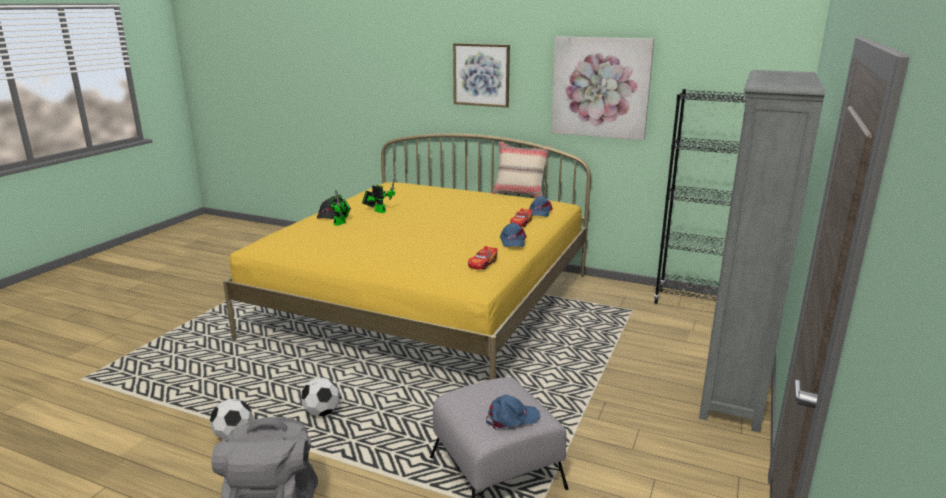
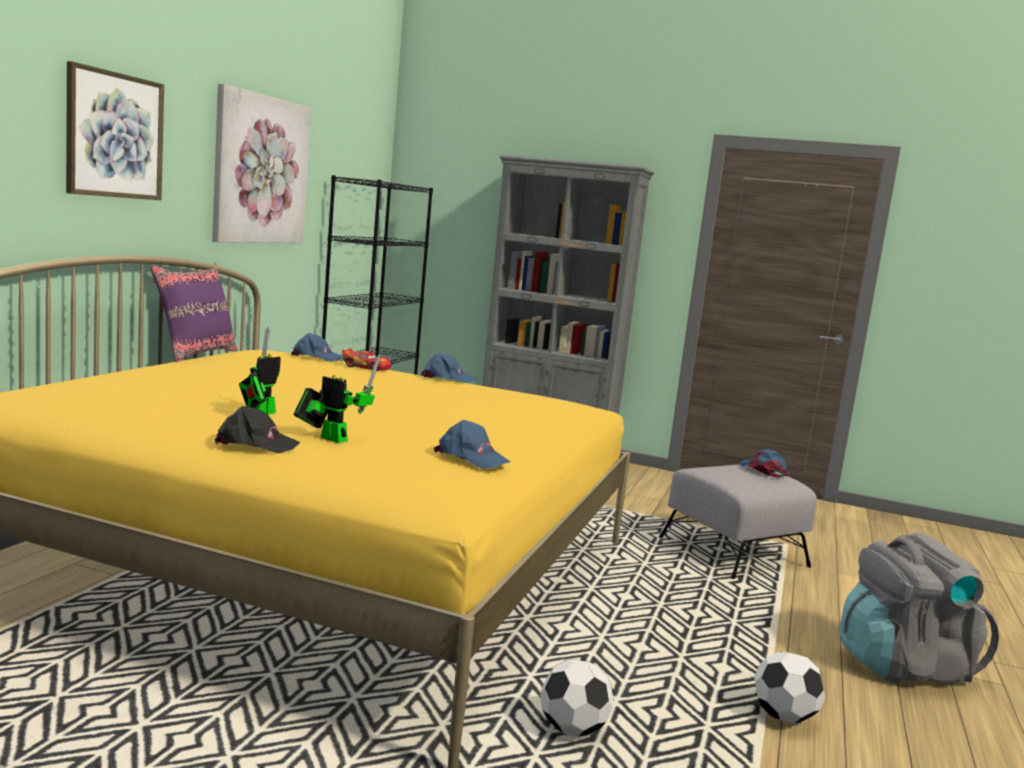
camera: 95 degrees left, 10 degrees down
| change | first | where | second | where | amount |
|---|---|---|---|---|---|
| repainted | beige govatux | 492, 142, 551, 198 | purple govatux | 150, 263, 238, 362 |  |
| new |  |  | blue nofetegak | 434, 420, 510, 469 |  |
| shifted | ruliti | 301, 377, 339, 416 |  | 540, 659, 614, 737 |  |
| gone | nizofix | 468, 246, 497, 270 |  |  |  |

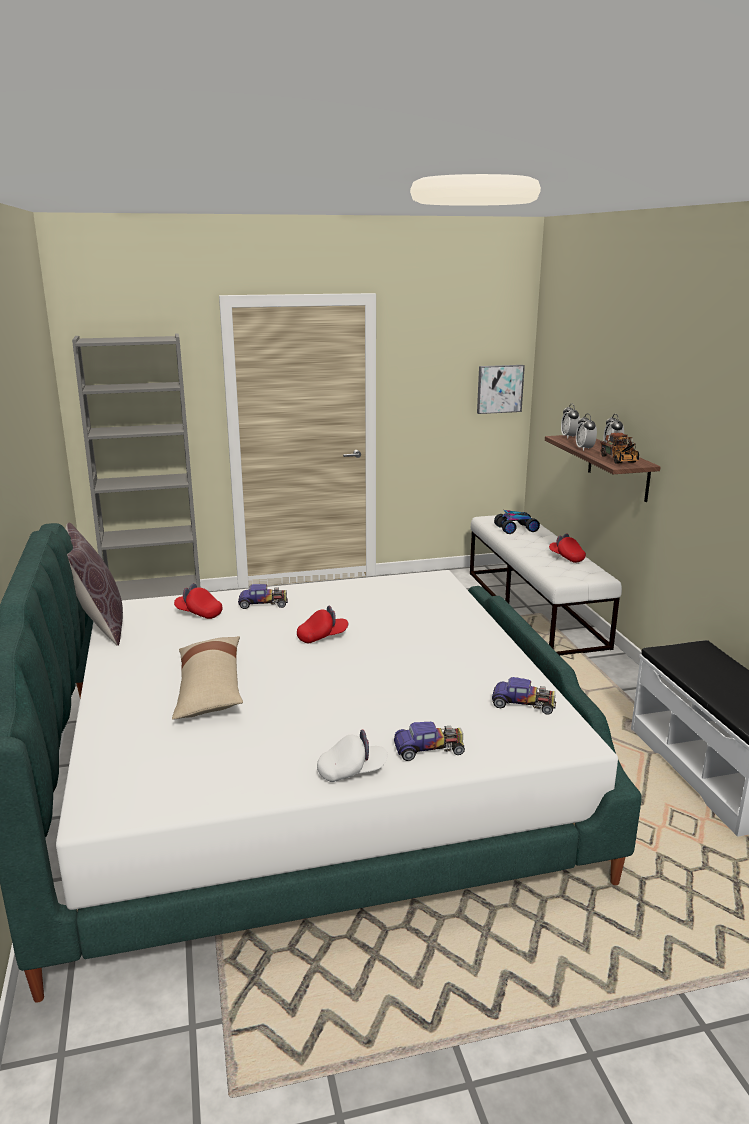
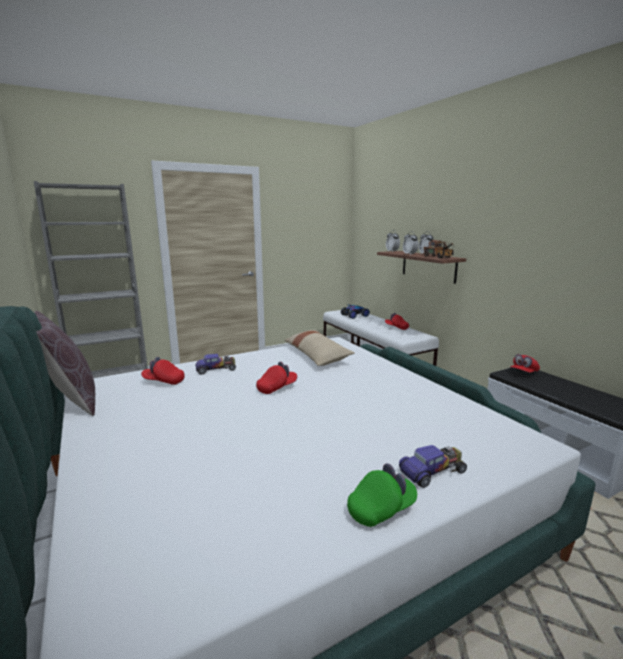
camera: 15 degrees left, 5 degrees down
| change | first | where | second | where | amount |
|---|---|---|---|---|---|
| shifted | beige govatux | 172, 636, 243, 720 |  | 284, 330, 354, 366 |  |
| repainted | white nofetegak | 317, 730, 387, 782 | green nofetegak | 347, 463, 417, 527 |  |
| new |  |  | red nofetegak | 510, 354, 540, 373 |  |
| gone | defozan | 477, 365, 525, 414 |  |  |  |
| gone | nizofix | 492, 677, 556, 715 |  |  |  |

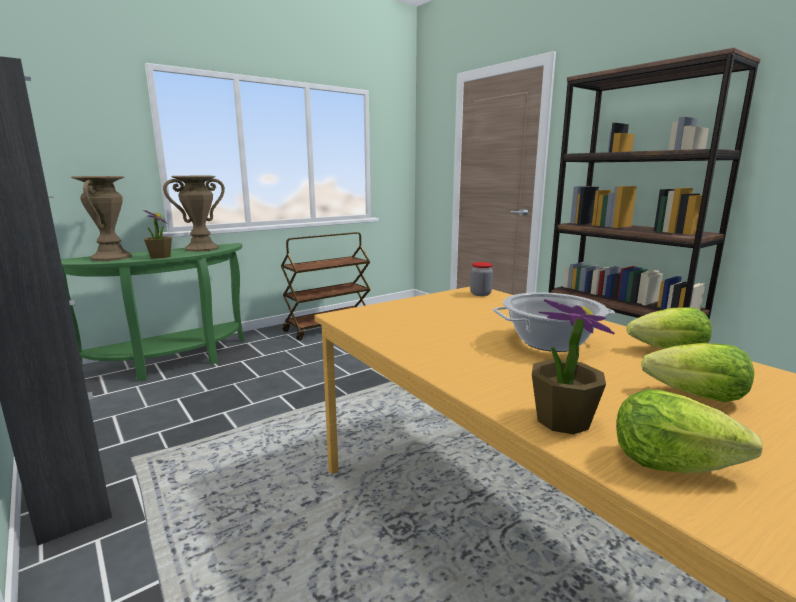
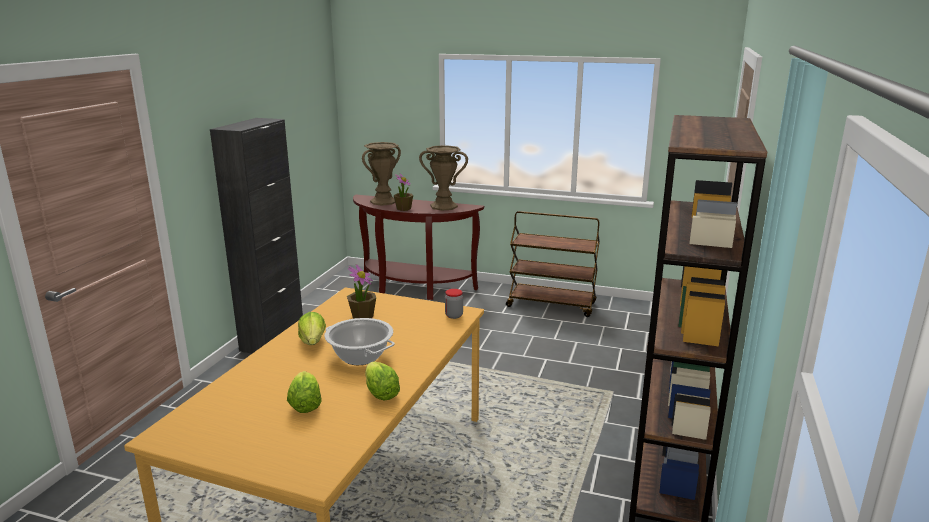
camera: 55 degrees right, 5 degrees up
| change | first | where | second | where | amount |
|---|---|---|---|---|---|
| shifted | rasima | 616, 389, 762, 473 |  | 298, 312, 326, 345 |  |
| shifted | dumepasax | 532, 299, 615, 434 |  | 347, 264, 376, 319 |  |
| repainted | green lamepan | 61, 243, 245, 381 | brown lamepan | 353, 195, 484, 300 |  |

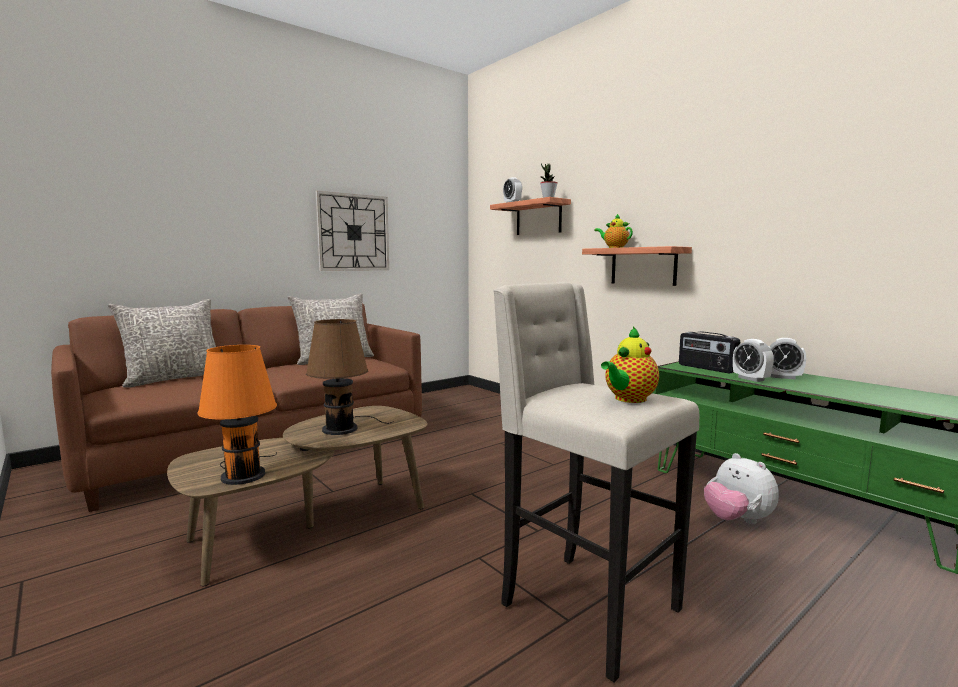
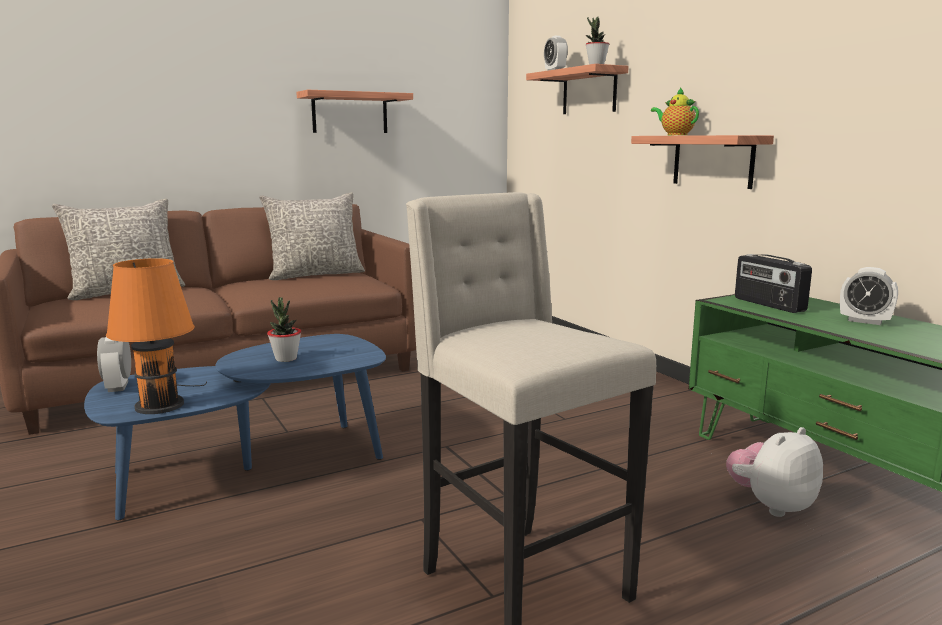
camera: 10 degrees right, 5 degrees up
| change | first | where | second | where | amount |
|---|---|---|---|---|---|
| repainted | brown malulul | 167, 406, 427, 586 | blue malulul | 84, 334, 386, 520 |  |
| shifted | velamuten | 733, 339, 774, 382 |  | 97, 337, 131, 392 |  |
| swapped | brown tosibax | 306, 319, 394, 435 | dumepasax | 267, 297, 301, 362 |  |
| swapped | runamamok | 316, 191, 389, 271 | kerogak | 296, 90, 413, 133 |  |
| rotated | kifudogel | 704, 453, 779, 524 |  | 726, 427, 823, 517 | 75 degrees clockwise |
| gone | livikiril | 601, 326, 659, 403 |  |  |  |

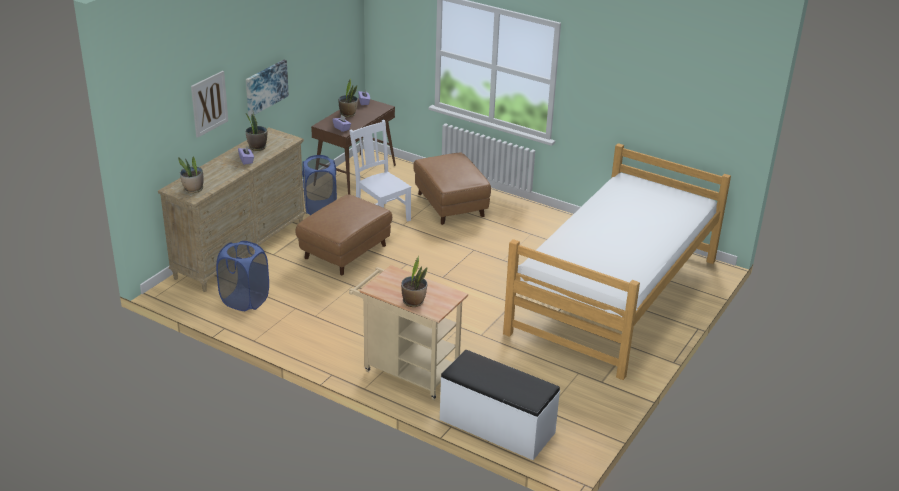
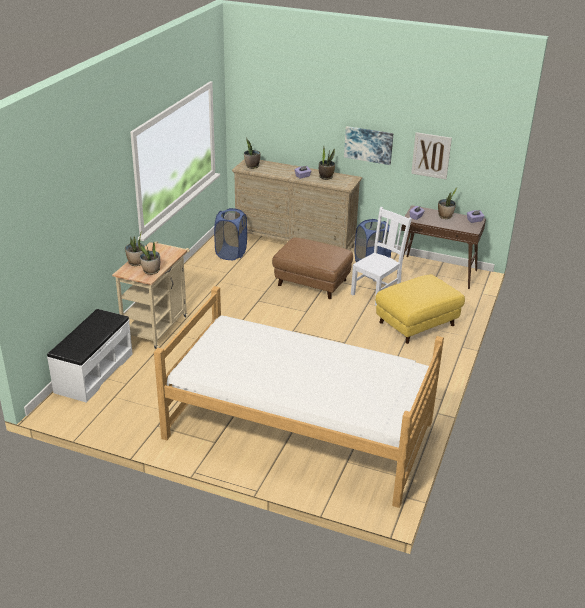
camera: 80 degrees right, 0 degrees up
| change | first | where | second | where | amount |
|---|---|---|---|---|---|
| new |  |  | dumepasax | 140, 241, 160, 275 |  |
| repainted | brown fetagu | 413, 152, 491, 225 | yellow fetagu | 375, 274, 465, 344 |  |
| shifted | defozan | 191, 71, 228, 138 |  | 411, 132, 452, 179 |  |

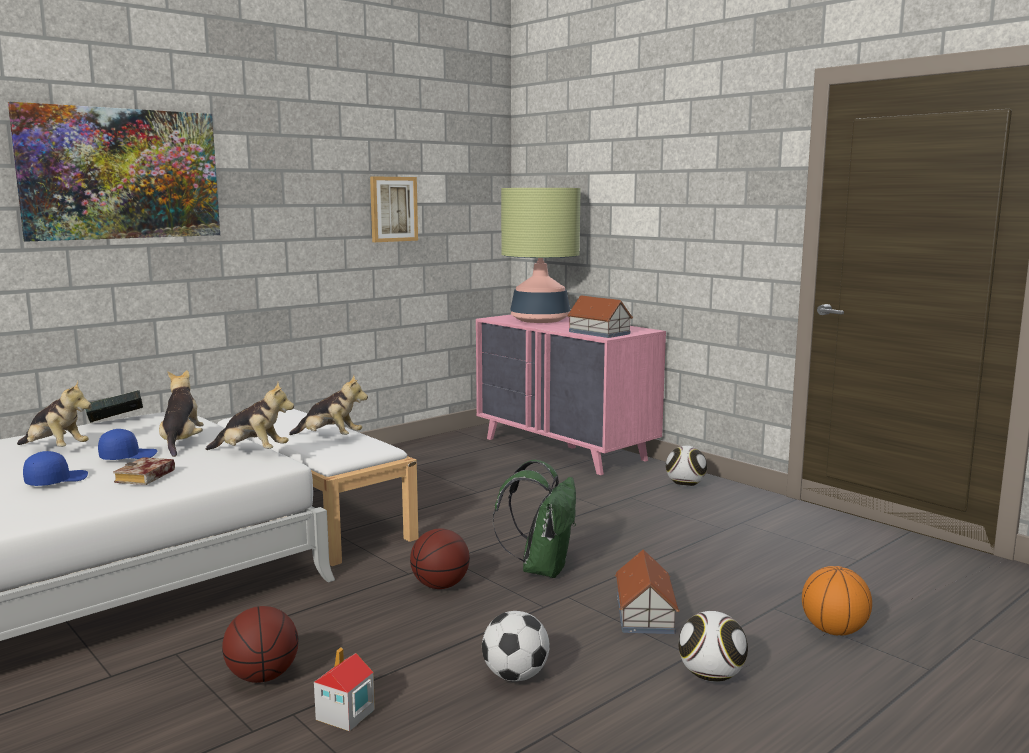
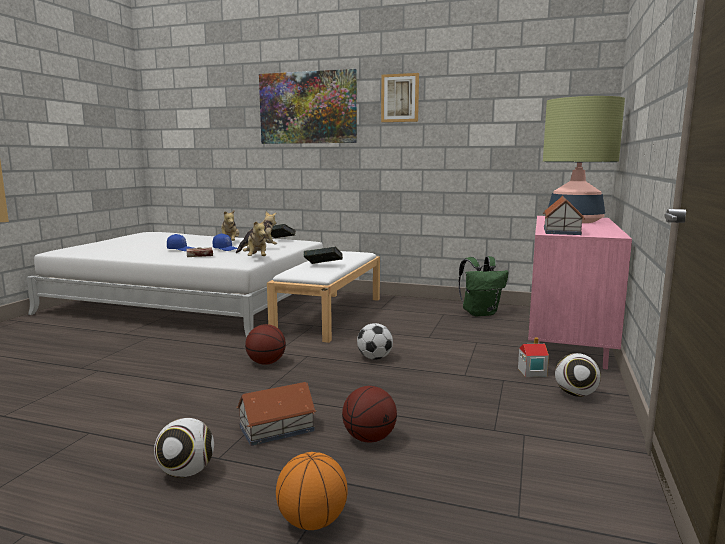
camera: 60 degrees right, 0 degrees up
| change | first | where | second | where | amount |
|---|---|---|---|---|---|
| swapped | kifudogel | 289, 375, 368, 435 | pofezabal | 304, 247, 343, 264 |  |
| shifted | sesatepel | 222, 606, 298, 683 |  | 342, 386, 397, 443 |  |
| shifted | ruliti | 482, 611, 550, 681 |  | 357, 323, 393, 360 |  |
| shifted | defozan | 370, 176, 418, 242 |  | 381, 73, 419, 122 |  |
| shifted | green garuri | 493, 460, 576, 578 |  | 459, 256, 508, 316 |  |
| shifted | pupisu | 314, 648, 375, 731 |  | 518, 337, 549, 377 |  |

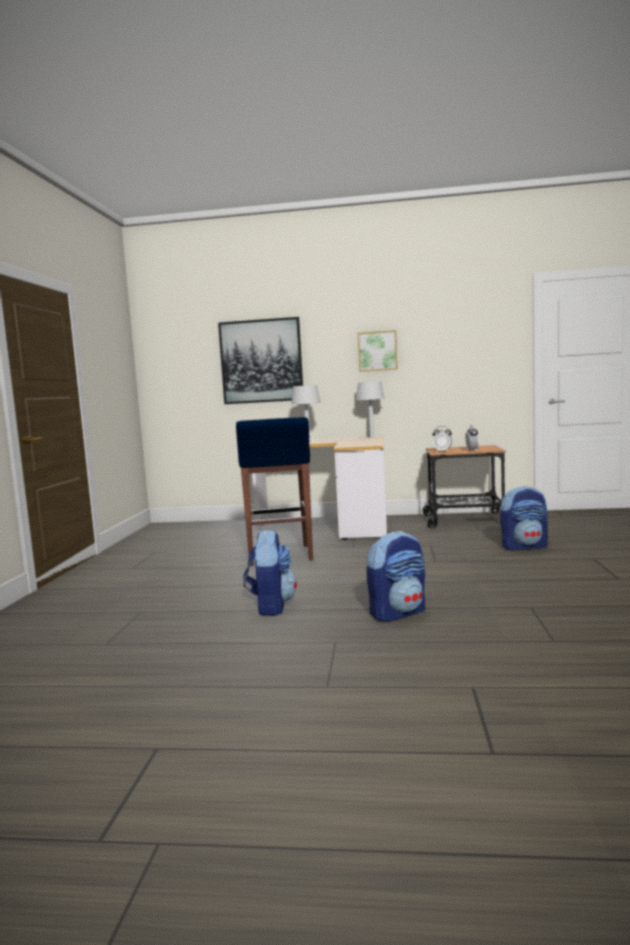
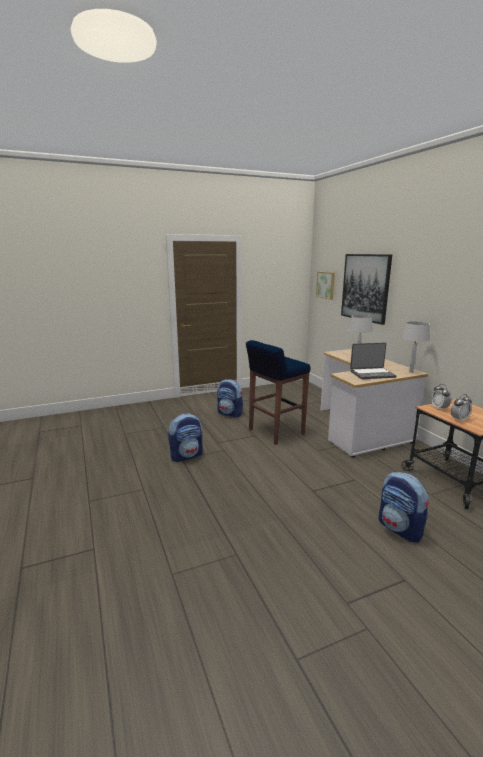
camera: 60 degrees right, 10 degrees up
| change | first | where | second | where | amount |
|---|---|---|---|---|---|
| shifted | garuri | 366, 531, 425, 622 |  | 217, 379, 243, 418 |  |
| shifted | defozan | 358, 330, 398, 372 |  | 316, 272, 335, 300 |  |
| new |  |  | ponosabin | 350, 343, 396, 379 |  |

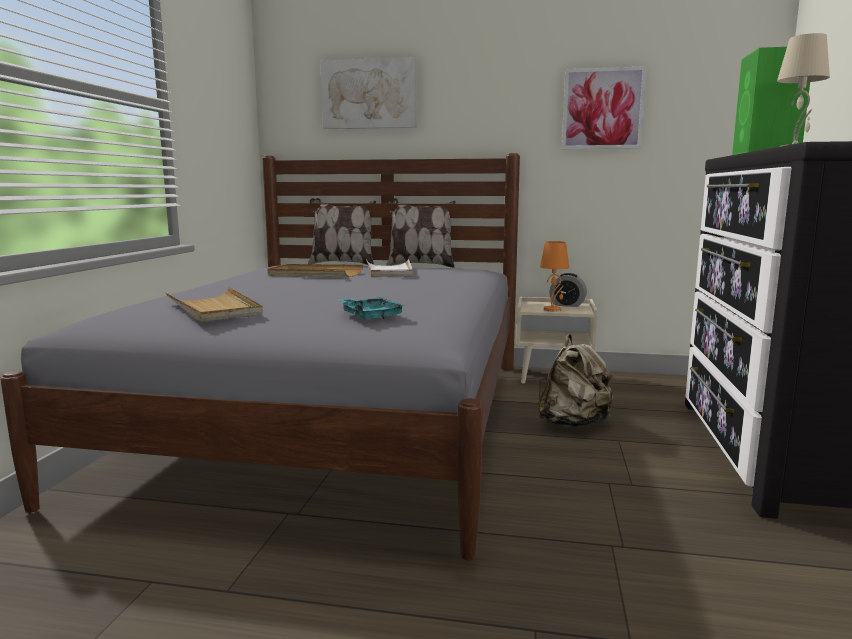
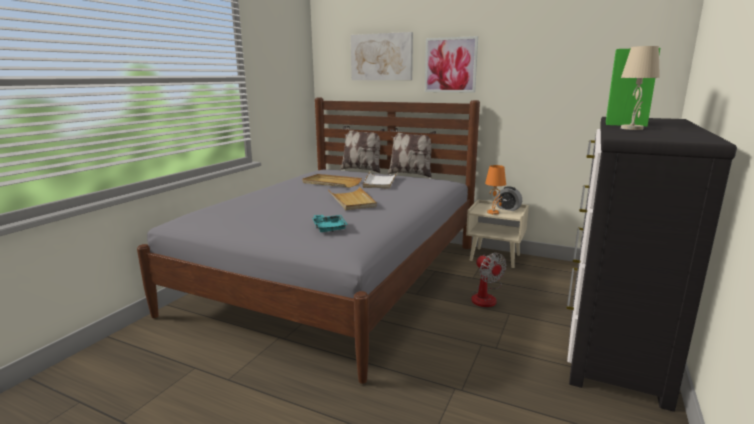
camera: 15 degrees right, 5 degrees up
| change | first | where | second | where | amount |
|---|---|---|---|---|---|
| shifted | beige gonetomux | 166, 287, 263, 322 |  | 328, 187, 377, 210 |  |
| shifted | defozan | 562, 66, 647, 149 |  | 425, 36, 478, 93 |  |
| swapped | beige garuri | 538, 334, 613, 427 | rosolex | 471, 253, 507, 307 |  |

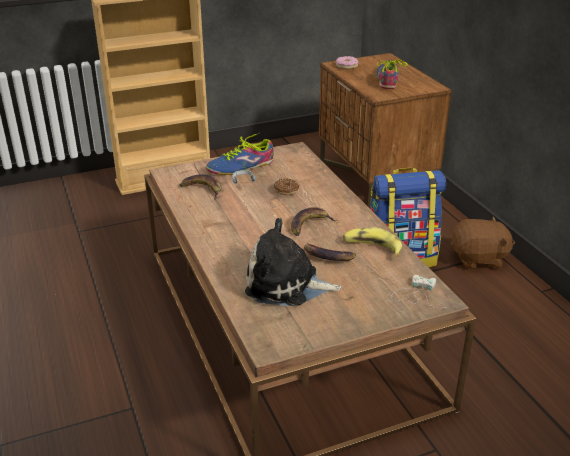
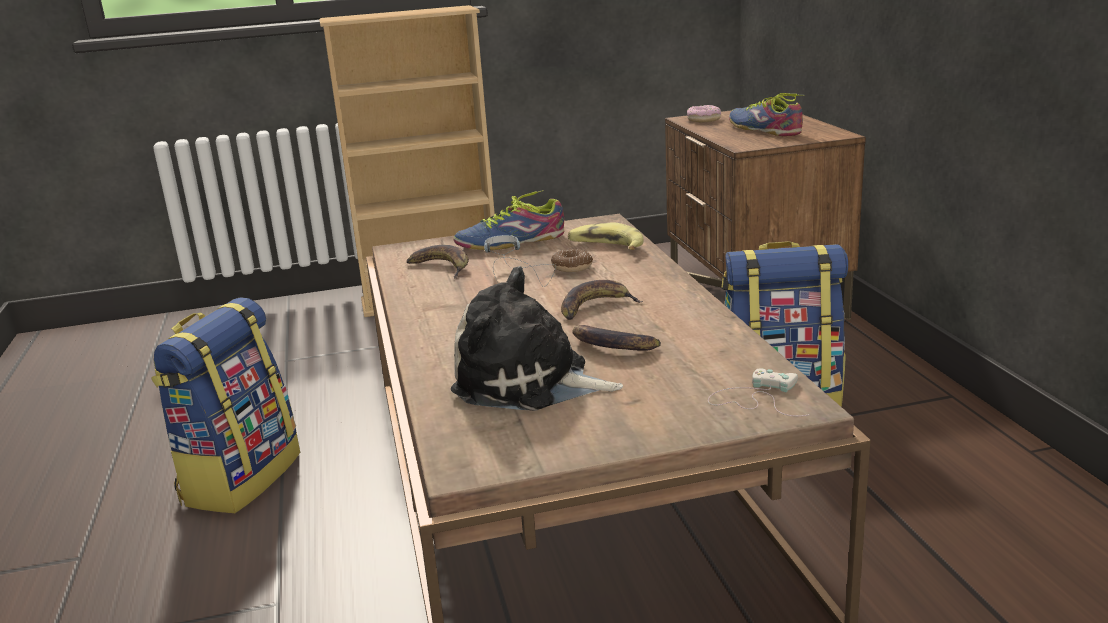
camera: 10 degrees right, 10 degrees down
| change | first | where | second | where | amount |
|---|---|---|---|---|---|
| new |  |  | garuri | 151, 297, 300, 513 |  |
| shifted | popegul | 343, 227, 402, 257 |  | 568, 223, 643, 250 |  |
| rotated | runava | 376, 60, 408, 89 |  | 729, 93, 804, 136 | 45 degrees counterclockwise |
| gone | brown kifudogel | 451, 217, 515, 269 |  |  |  |

